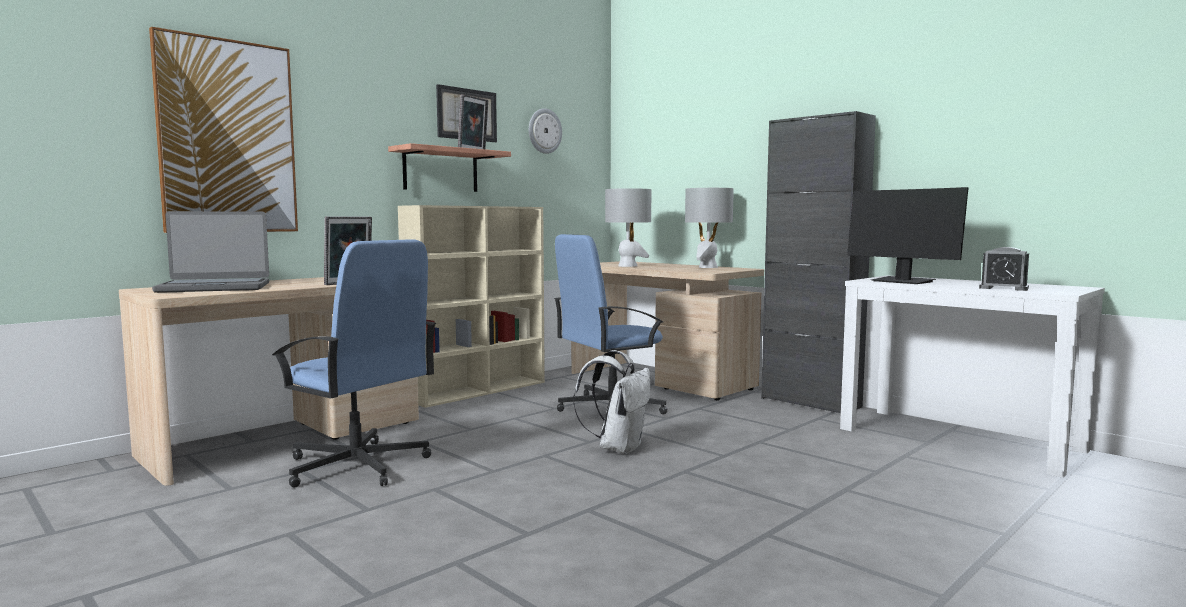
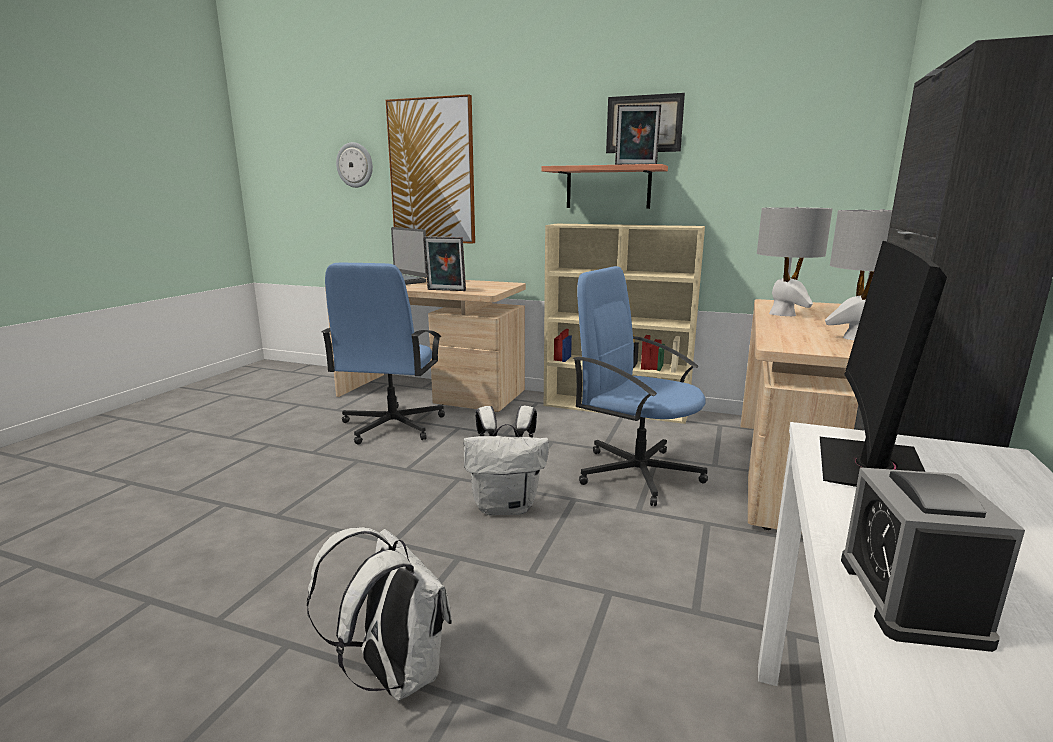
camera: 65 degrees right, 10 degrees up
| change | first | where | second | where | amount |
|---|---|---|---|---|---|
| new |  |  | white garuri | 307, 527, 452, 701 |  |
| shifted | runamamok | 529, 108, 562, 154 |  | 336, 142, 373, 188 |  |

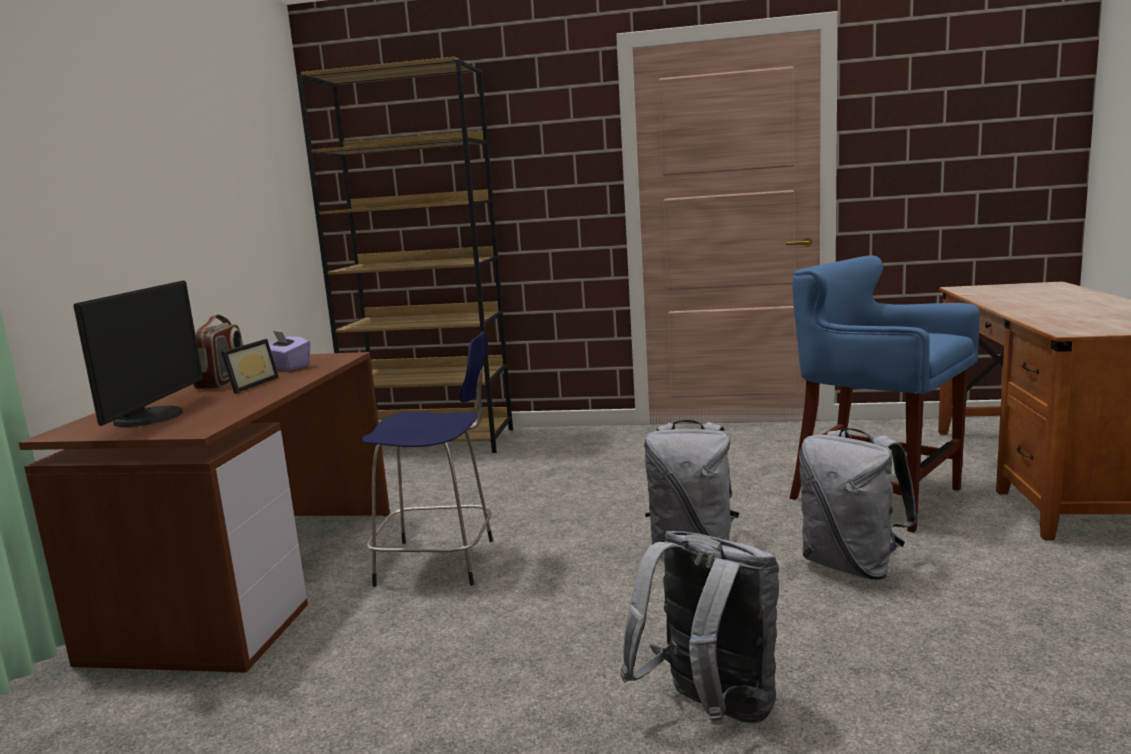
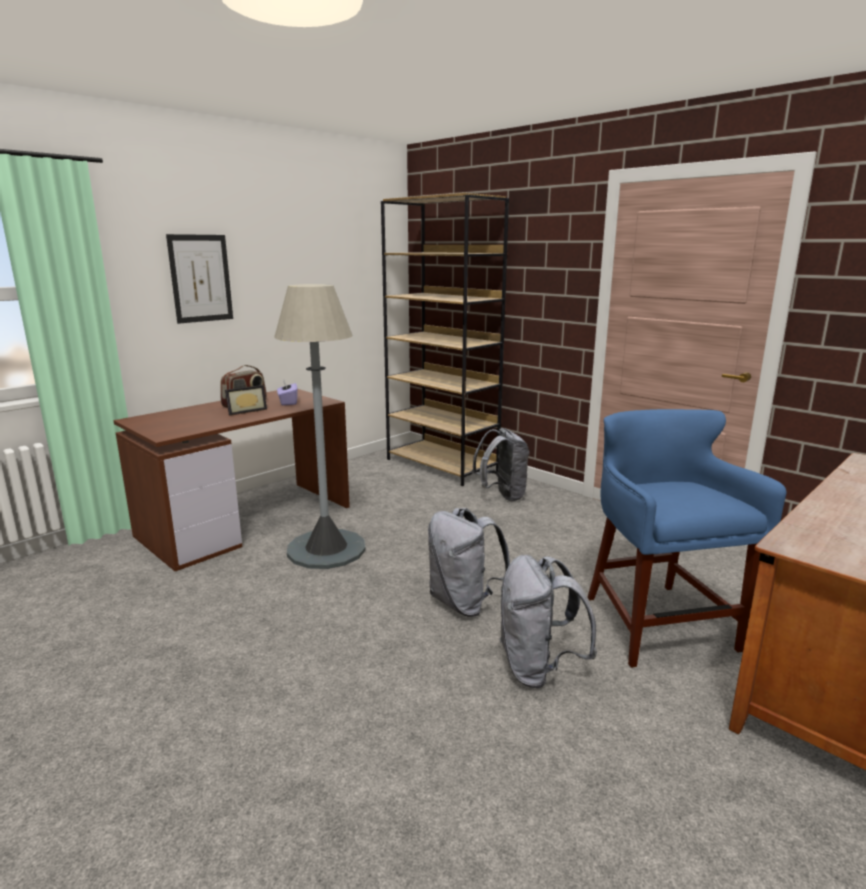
camera: 35 degrees right, 5 degrees up
| change | first | where | second | where | amount |
|---|---|---|---|---|---|
| new |  |  | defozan | 166, 234, 233, 324 |  |
| swapped | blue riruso | 362, 332, 493, 587 | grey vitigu | 274, 284, 366, 569 |  |
| shifted | grey garuri | 620, 531, 779, 725 |  | 472, 428, 529, 501 |  |
| gone | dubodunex | 73, 280, 203, 427 |  |  |  |

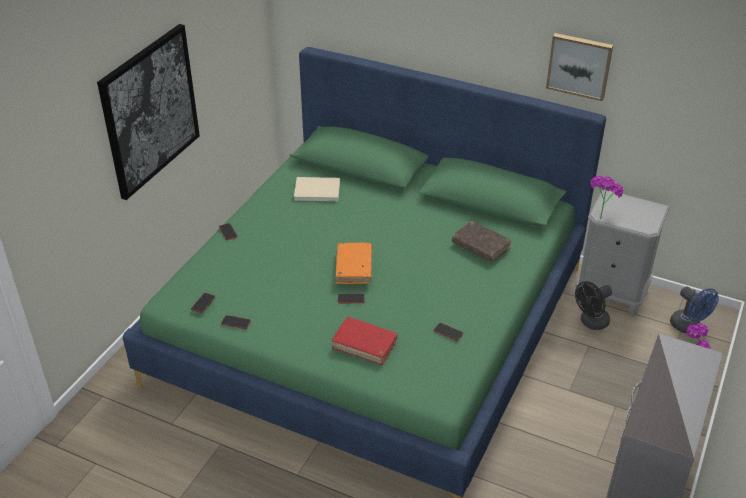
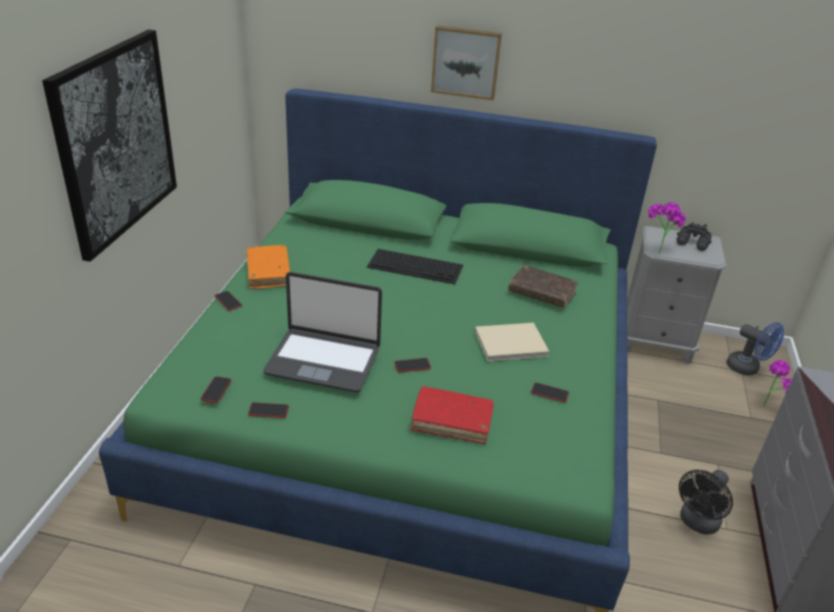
camera: 15 degrees left, 5 degrees down
| change | first | where | second | where | amount |
|---|---|---|---|---|---|
| shifted | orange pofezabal | 336, 243, 372, 284 |  | 247, 245, 290, 289 |  |
| new |  |  | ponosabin | 263, 272, 382, 392 |  |
| new |  |  | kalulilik | 367, 249, 463, 284 |  |
| shifted | defozan | 546, 33, 613, 101 |  | 431, 25, 502, 100 |  |
| shifted | beige pofezabal | 294, 177, 340, 201 |  | 475, 323, 549, 362 |  |
| new |  |  | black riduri | 677, 222, 712, 251 |  |
| shifted | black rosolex | 575, 281, 612, 330 |  | 679, 470, 733, 535 |  |

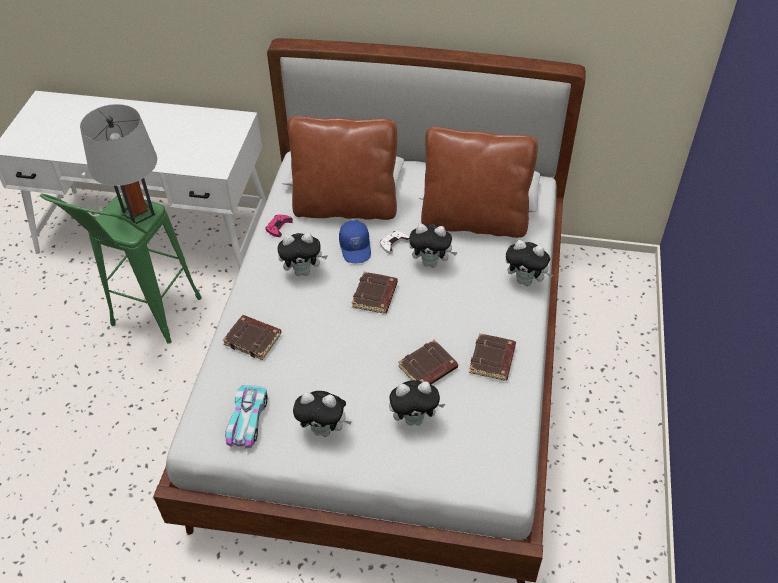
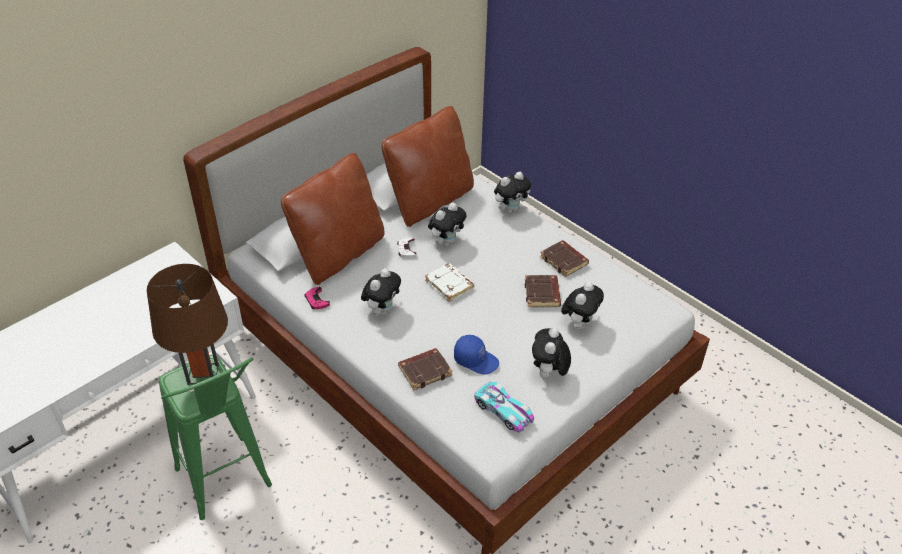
camera: 55 degrees left, 5 degrees down
| change | first | where | second | where | amount |
|---|---|---|---|---|---|
| repainted | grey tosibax | 80, 104, 157, 224 | brown tosibax | 147, 264, 228, 385 |  |
| repainted | brown pofezabal | 352, 272, 398, 314 | white pofezabal | 425, 263, 474, 302 |  |
| shifted | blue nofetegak | 339, 220, 371, 263 |  | 454, 335, 499, 375 |  |
| rotated | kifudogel | 293, 391, 352, 437 |  | 532, 328, 571, 378 | 150 degrees clockwise |

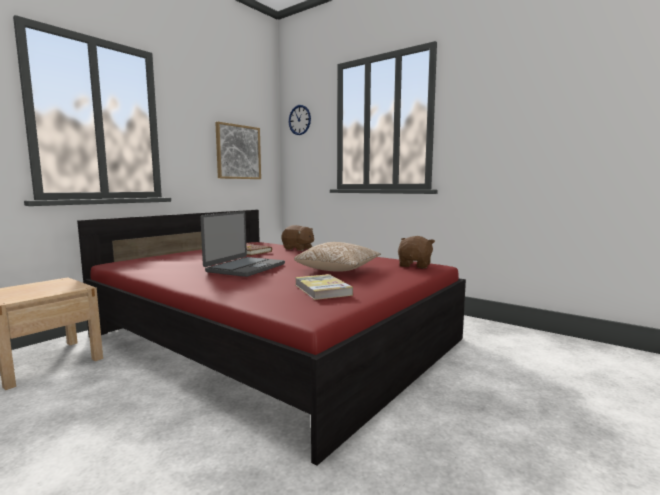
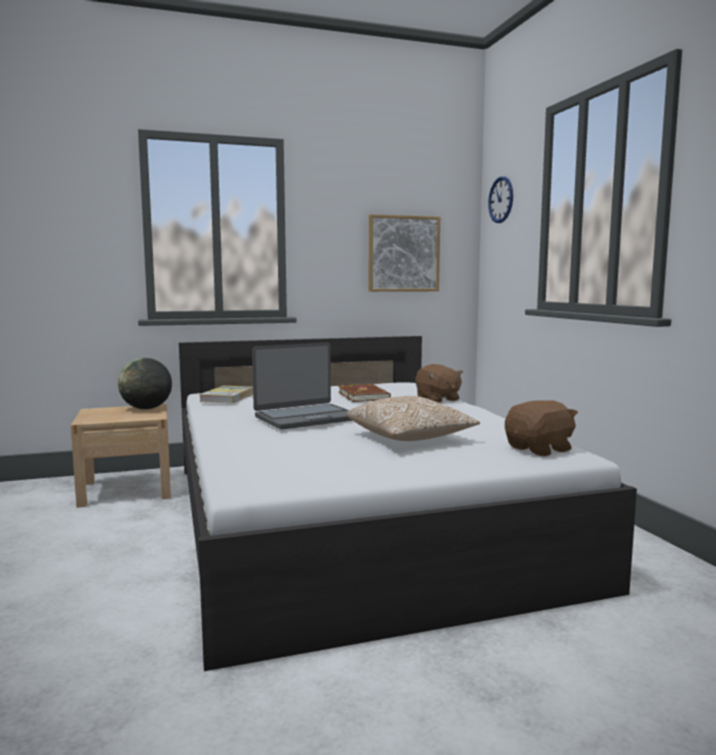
camera: 35 degrees right, 0 degrees up
| change | first | where | second | where | amount |
|---|---|---|---|---|---|
| new |  |  | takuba | 118, 358, 172, 409 |  |
| repainted | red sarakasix | 77, 210, 466, 466 | white sarakasix | 179, 336, 637, 671 |  |
| shifted | pofezabal | 295, 274, 353, 300 |  | 199, 386, 253, 404 |  |

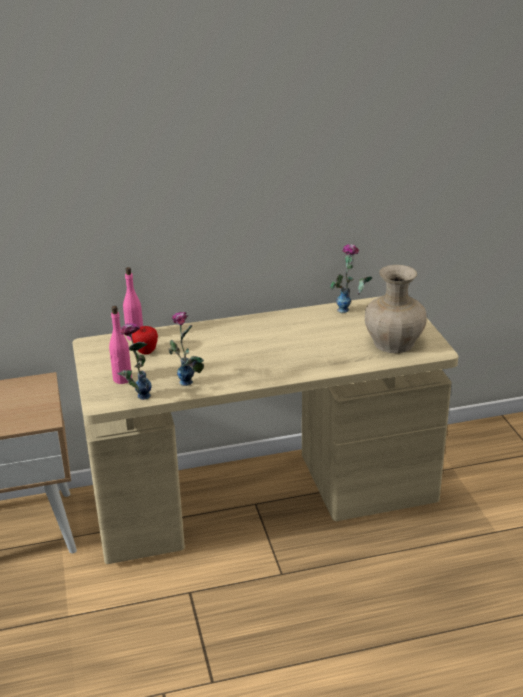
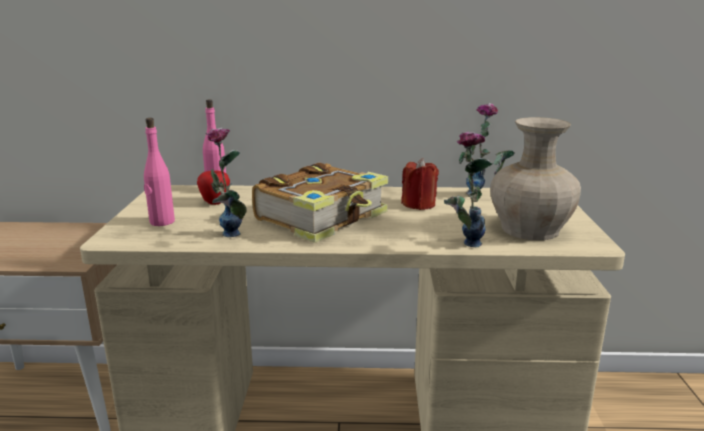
camera: 15 degrees right, 10 degrees down
| change | first | where | second | where | amount |
|---|---|---|---|---|---|
| new |  |  | pofezabal | 252, 163, 388, 243 |  |
| new |  |  | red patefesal | 401, 158, 439, 210 |  |
| shifted | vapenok | 117, 323, 152, 400 |  | 444, 132, 492, 247 |  |

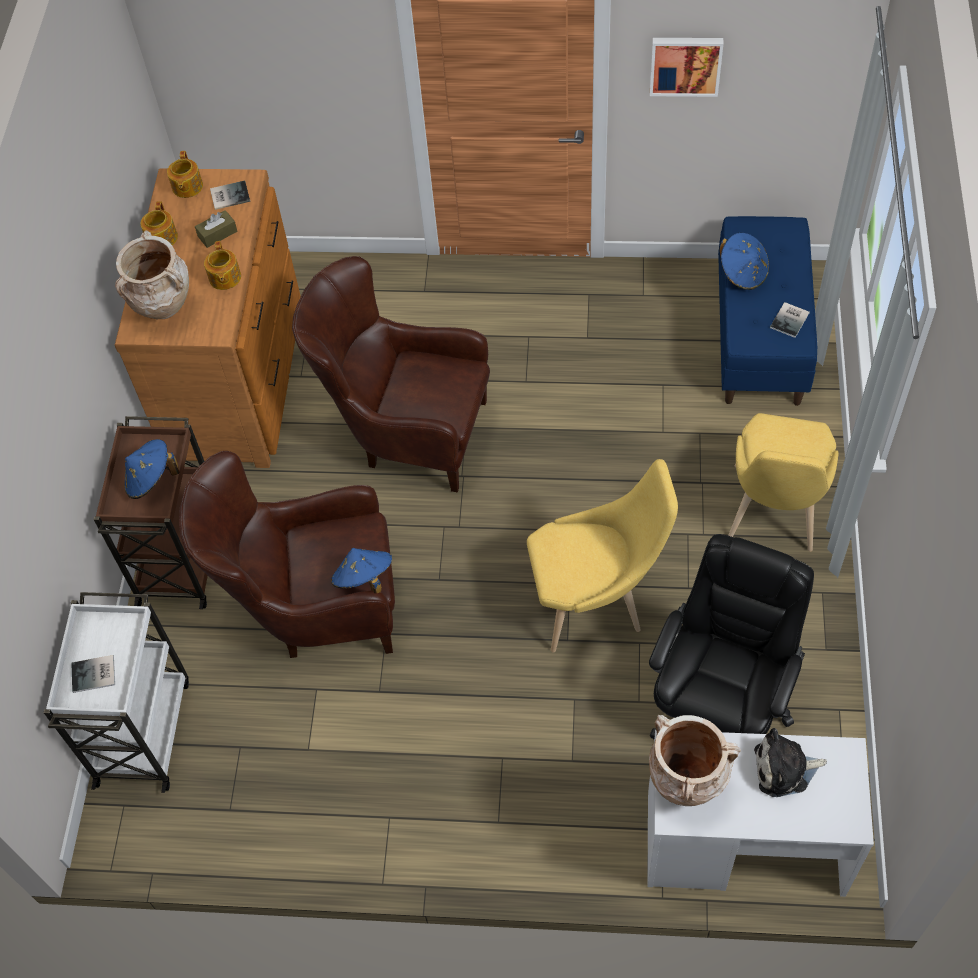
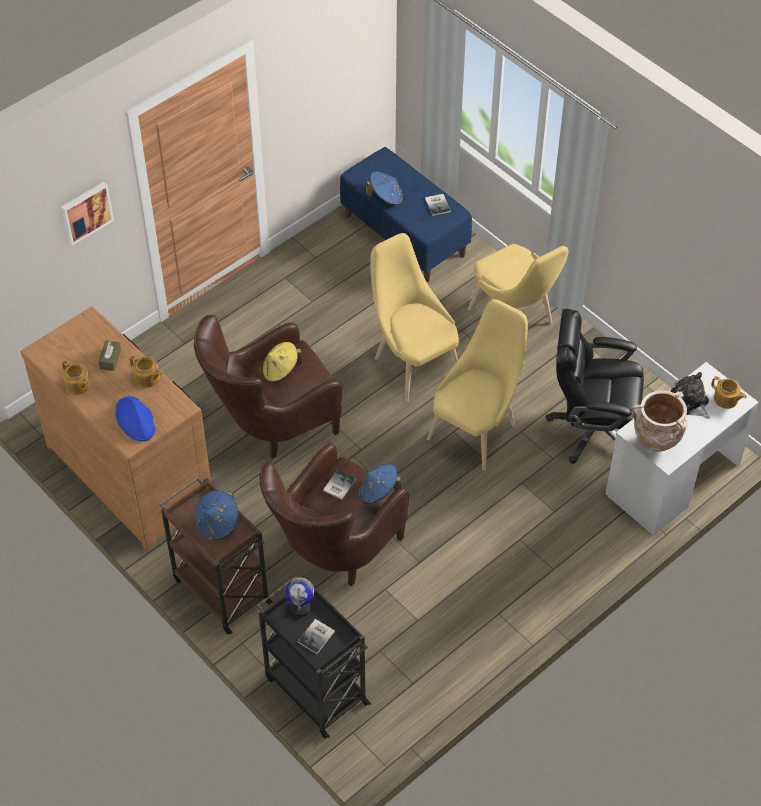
camera: 50 degrees left, 5 degrees down
| change | first | where | second | where | amount |
|---|---|---|---|---|---|
| shifted | defozan | 650, 38, 723, 97 |  | 61, 182, 114, 246 |  |
| swapped | beige vapenok | 115, 230, 189, 319 | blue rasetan | 115, 396, 156, 441 |  |
| repainted | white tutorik | 44, 592, 189, 793 | black tutorik | 256, 576, 371, 739 |  |
| new |  |  | yellow rasetan | 263, 342, 302, 383 |  |
| new |  |  | takuba | 285, 577, 314, 617 |  |
| shifted | pofezabal | 210, 180, 250, 210 |  | 323, 470, 356, 500 |  |
| new |  |  | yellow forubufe | 370, 233, 459, 401 |  |
| rotated | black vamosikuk | 649, 534, 814, 739 |  | 546, 309, 644, 464 | 60 degrees counterclockwise |
| rotated | kifudogel | 754, 728, 827, 797 |  | 671, 372, 710, 419 | 105 degrees clockwise |
| shifted | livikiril | 167, 151, 203, 198 |  | 711, 376, 747, 409 |  |

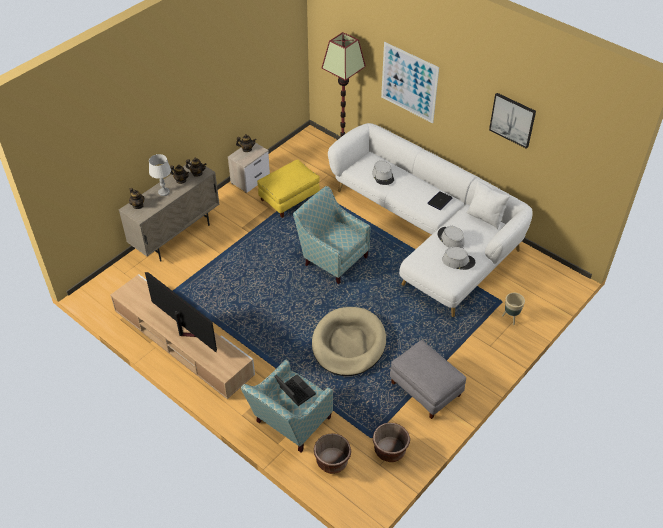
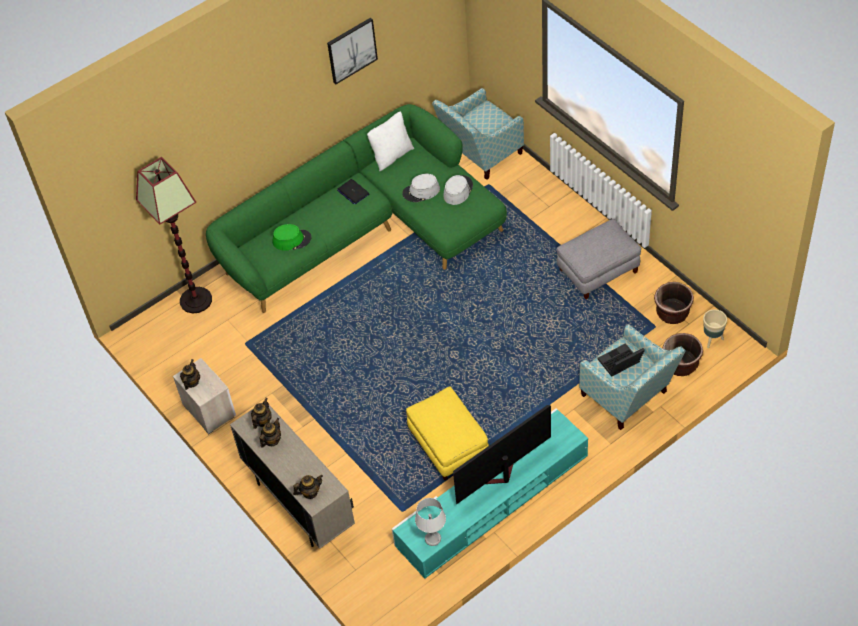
camera: 75 degrees left, 5 degrees up
| change | first | where | second | where | amount |
|---|---|---|---|---|---|
| repainted | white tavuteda | 328, 123, 533, 317 | green tavuteda | 206, 104, 507, 313 |  |
| repainted | grey rasetan | 372, 161, 394, 185 | green rasetan | 273, 224, 312, 251 |  |
| repainted | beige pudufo | 110, 274, 255, 399 | turquoise pudufo | 392, 408, 588, 578 |  |
| shifted | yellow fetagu | 257, 159, 320, 218 |  | 406, 386, 489, 480 |  |
| shifted | grey tosibax | 149, 154, 171, 196 |  | 415, 498, 446, 546 |  |
| shifted | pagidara | 293, 186, 371, 284 |  | 432, 88, 524, 180 |  |
| shifted | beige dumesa | 502, 293, 525, 325 |  | 703, 309, 727, 348 |  |
| gone | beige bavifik | 312, 307, 386, 376 |  |  |  |
| gone | defozan | 381, 42, 439, 123 |  |  |  |

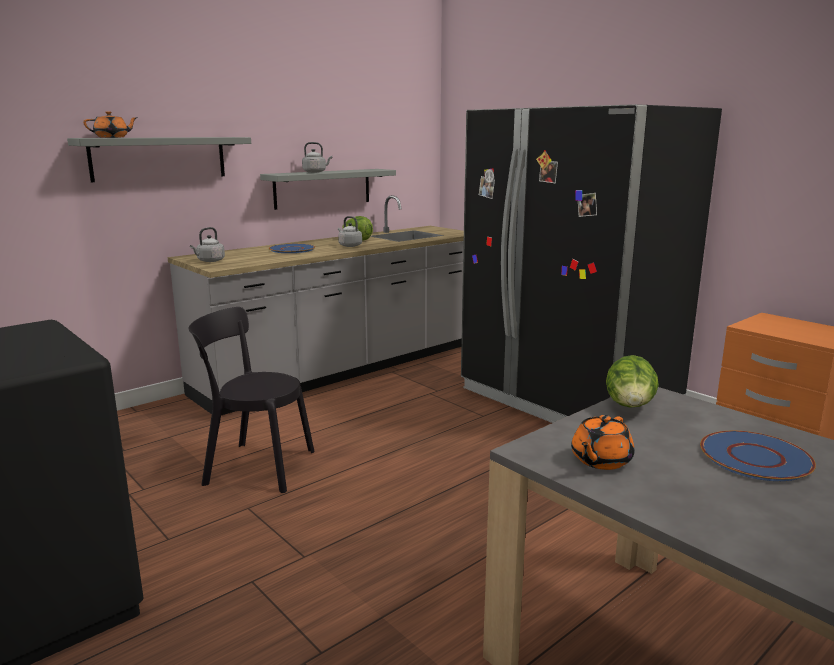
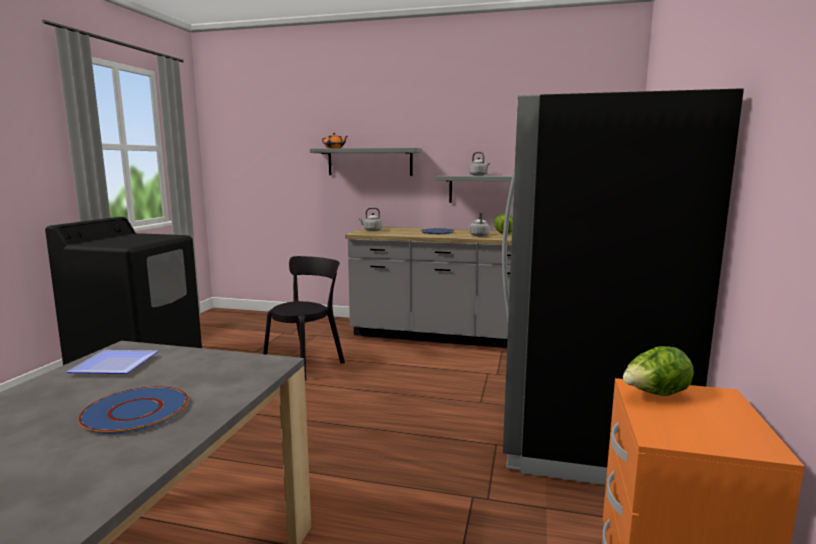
camera: 55 degrees right, 5 degrees down
| change | first | where | second | where | amount |
|---|---|---|---|---|---|
| swapped | orange livikiril | 571, 415, 635, 470 | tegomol | 67, 350, 158, 374 |  |
| rotated | black forubufe | 188, 307, 315, 493 |  | 263, 256, 345, 381 | 60 degrees clockwise |
| shifted | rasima | 606, 355, 659, 407 |  | 623, 346, 694, 396 |  |

